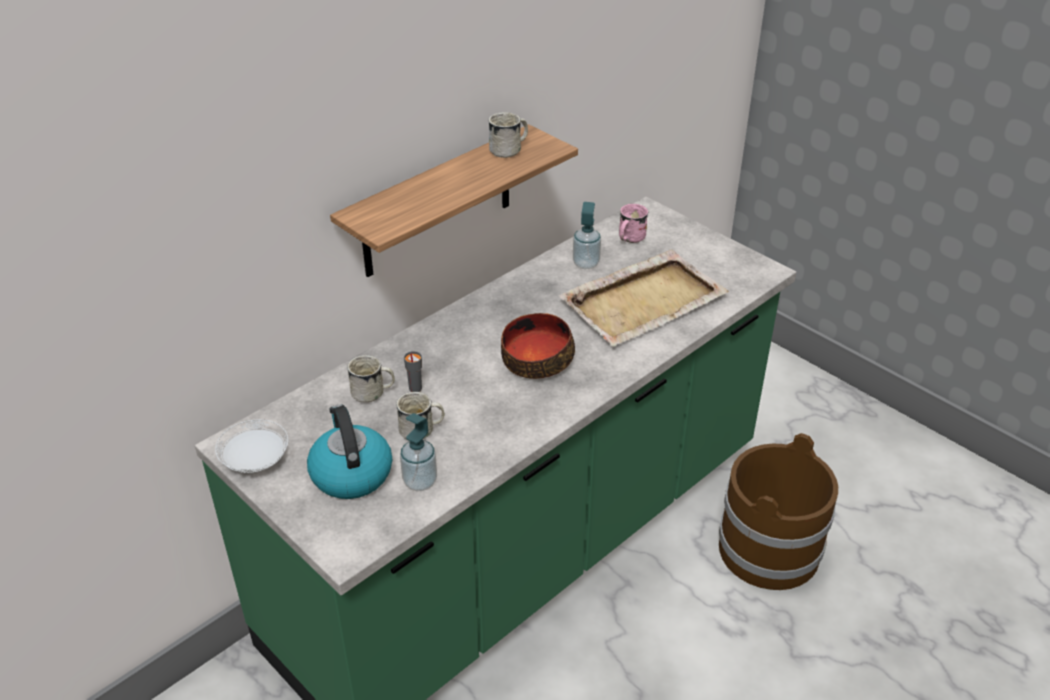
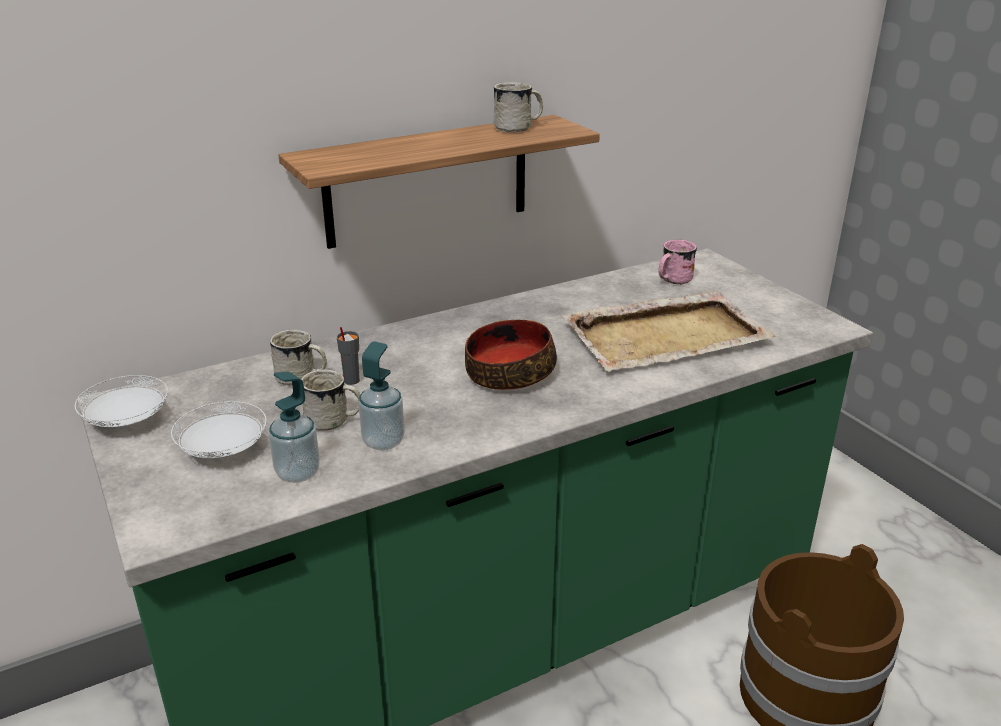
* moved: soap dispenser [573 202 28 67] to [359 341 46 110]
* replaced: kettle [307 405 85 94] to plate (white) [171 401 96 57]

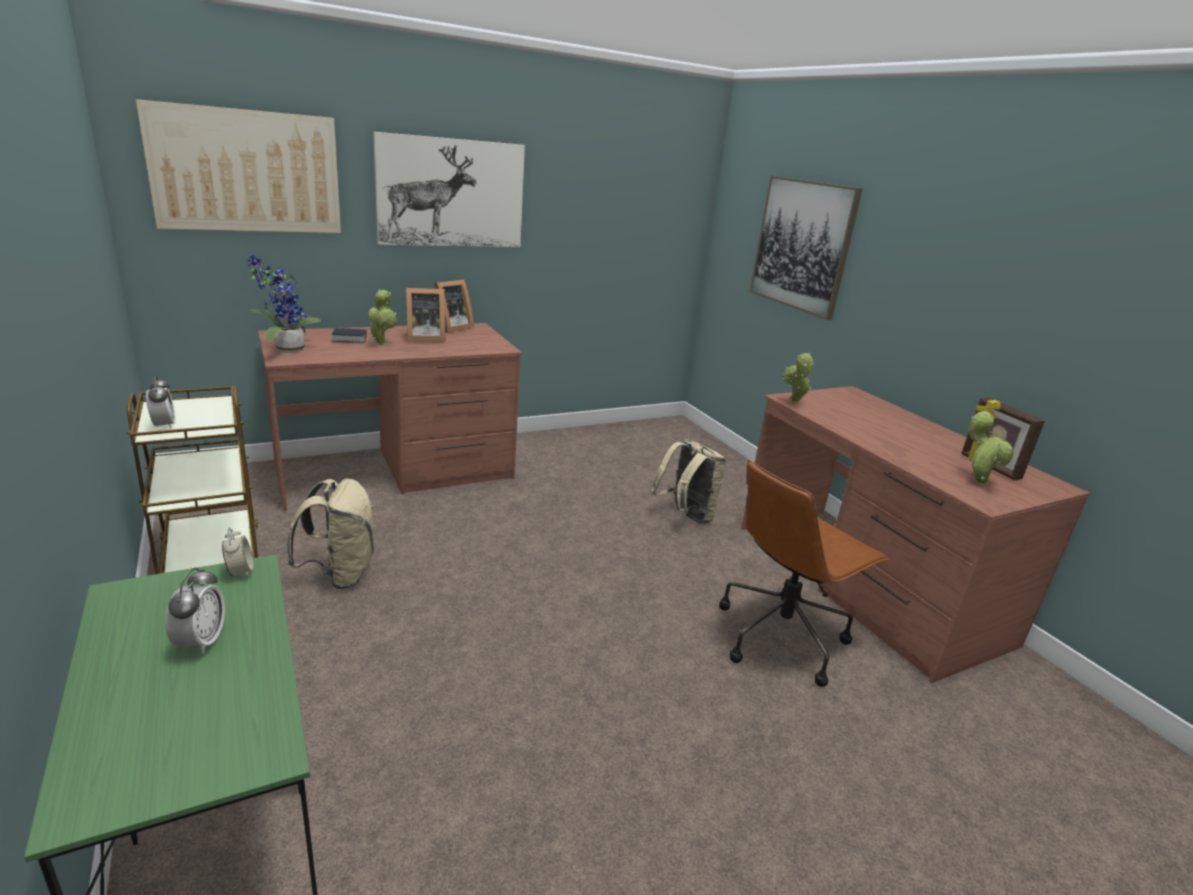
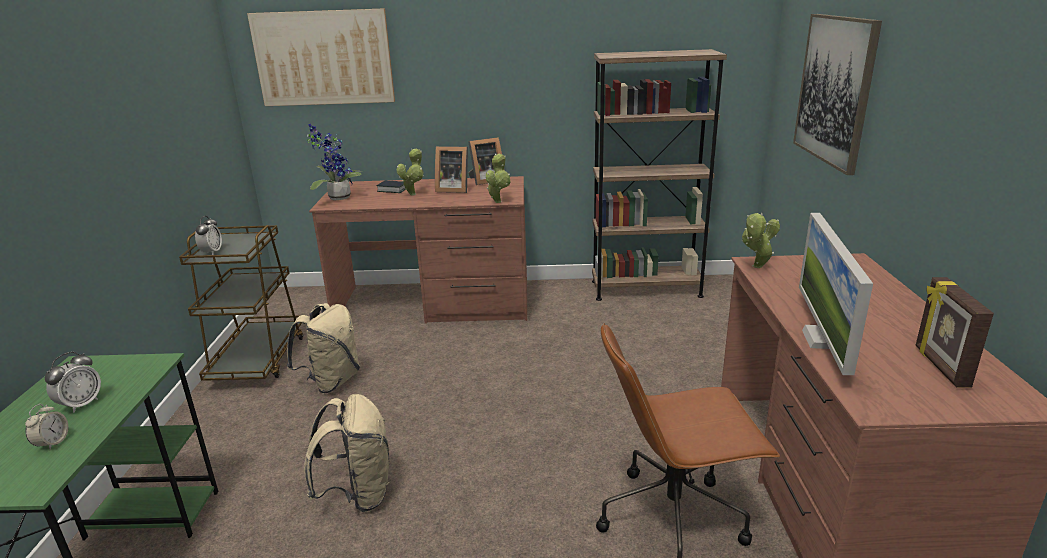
* removed: picture [373 132 152 115]
* moved: potted plant [969 411 44 75] to [486 154 25 49]
* moved: backpack (beige) [651 439 75 85] to [304 394 85 118]
* moved: alarm clock [222 528 32 50] to [25 404 43 46]
* added: bookcase (brown) [592 49 135 252]
* added: monitor [799 213 74 162]

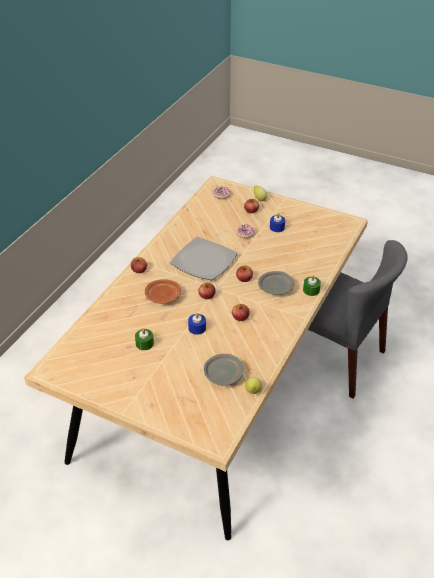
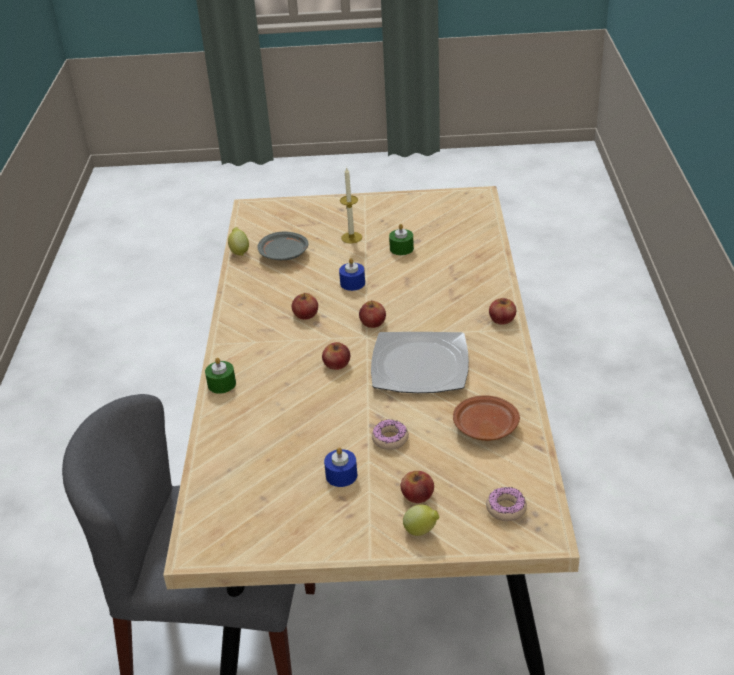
* removed: plate (grey) [258 271 36 24]
* moved: plate (brown) [145 279 36 25] to [453 395 67 46]
* added: candle [340 167 22 76]

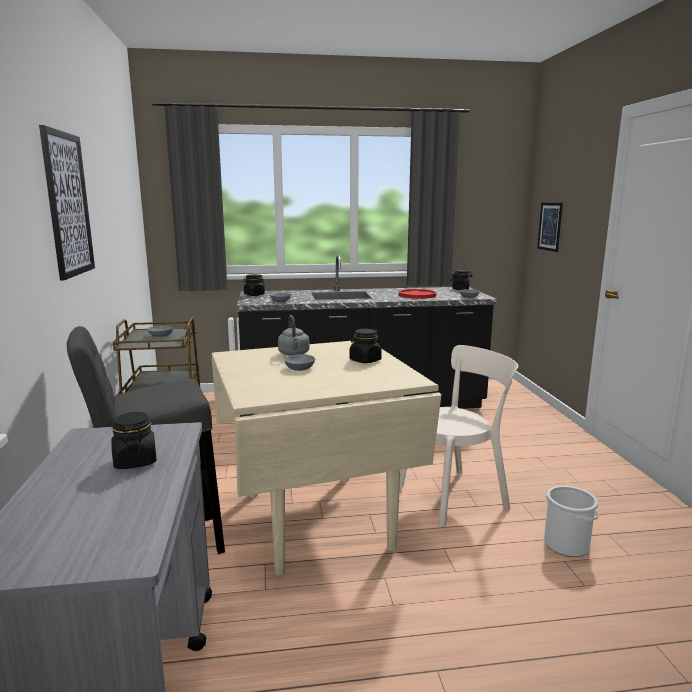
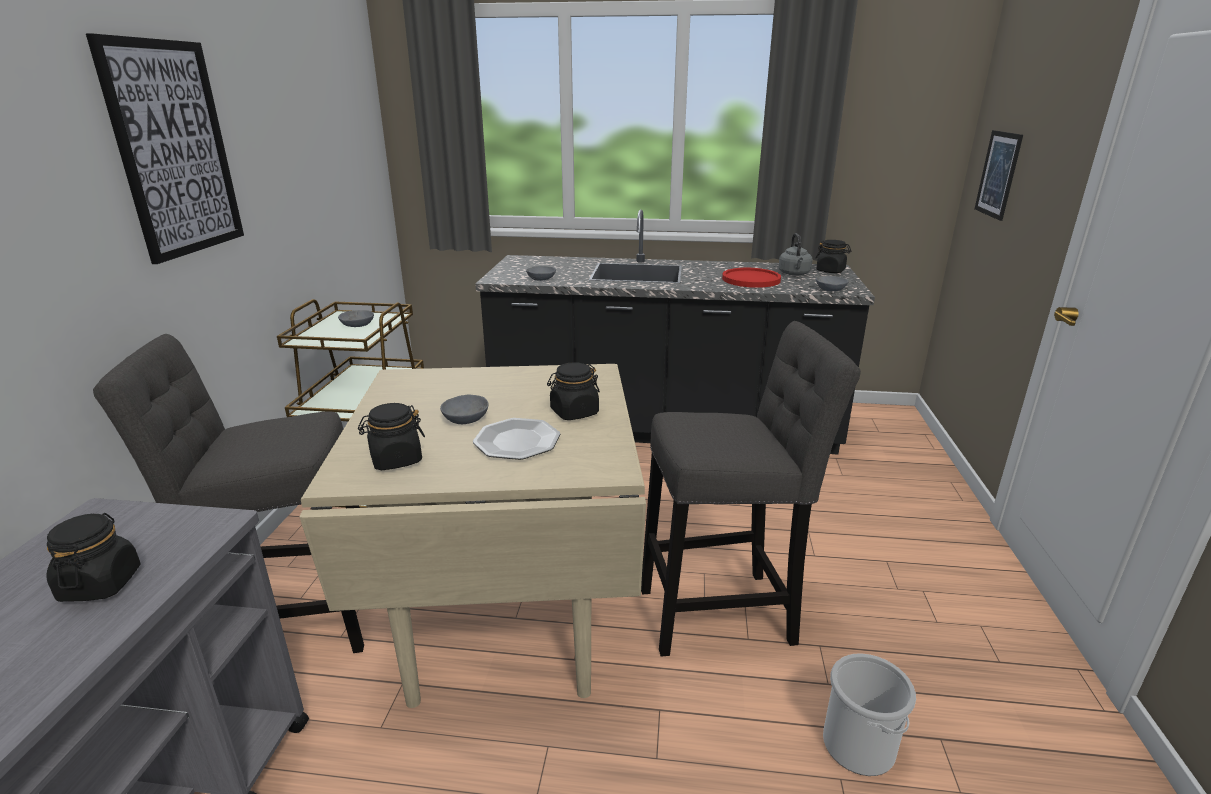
* moved: jar (black) [243 274 22 22] to [358 403 67 67]
* moved: kettle (grey) [278 315 31 41] to [778 233 35 43]
* replaced: chair (beige) [400 345 118 182] to stool (grey) [641 321 220 336]
* added: plate [473 418 87 42]

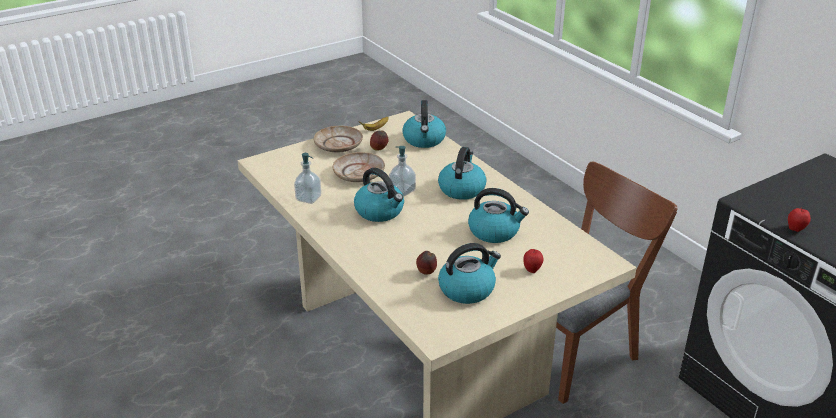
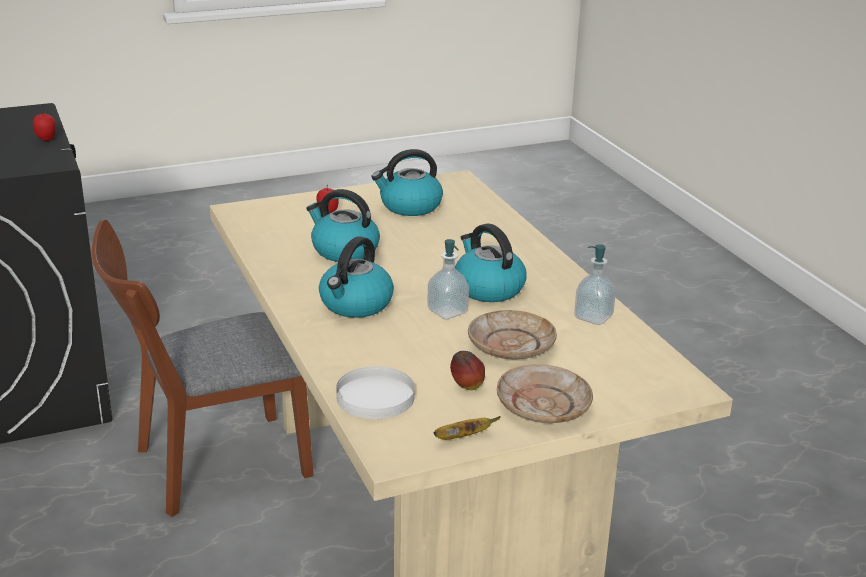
* replaced: kettle [402 100 44 48] to plate (white) [336 366 79 53]
* removed: apple [416 251 21 24]

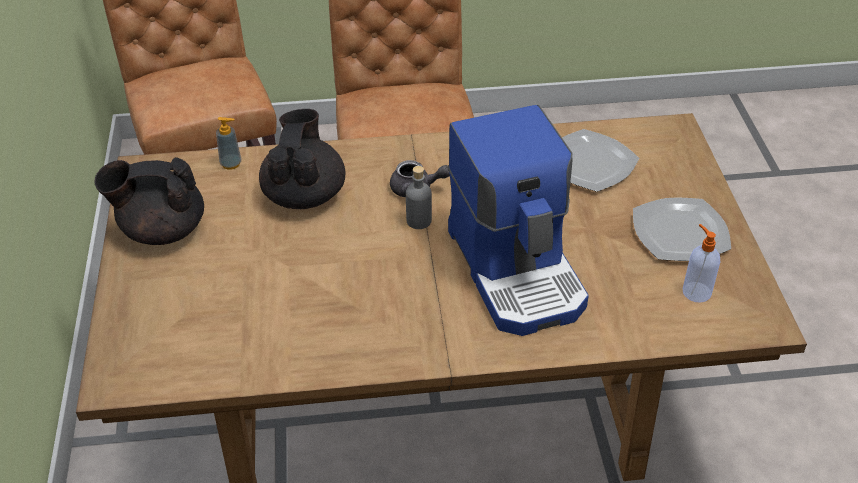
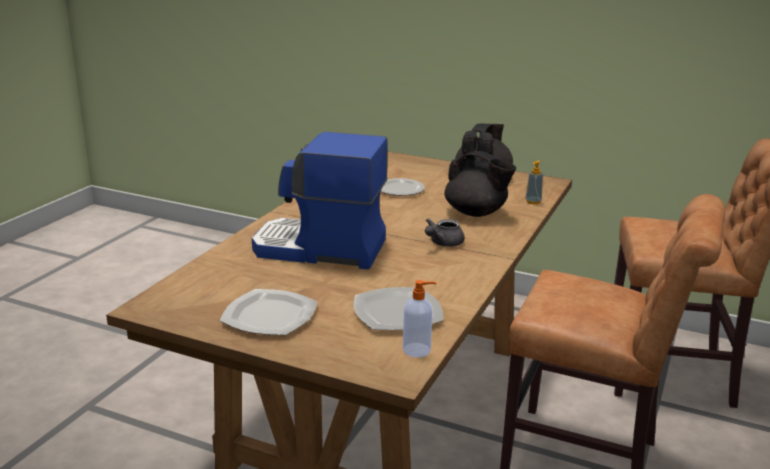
* removed: bottle (grey) [406 166 26 63]
* moved: soap dispenser [683 224 37 79] to [403 280 33 77]
* added: plate [381 178 44 18]

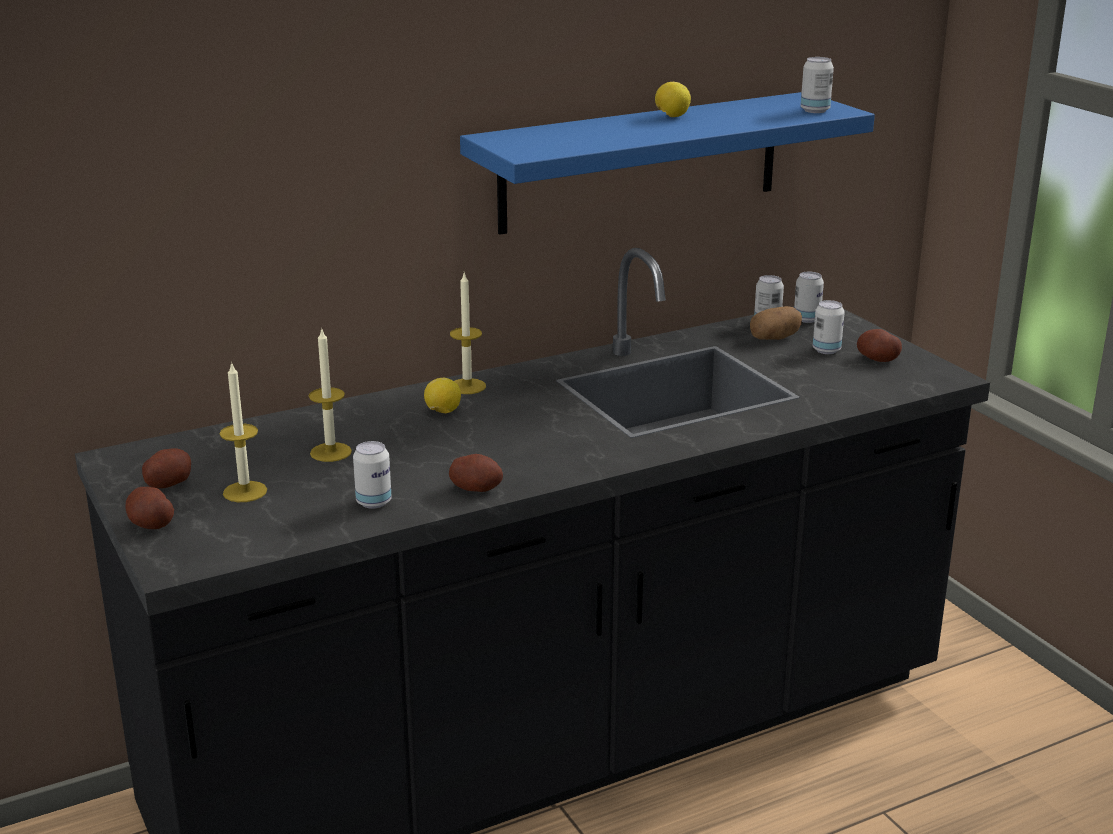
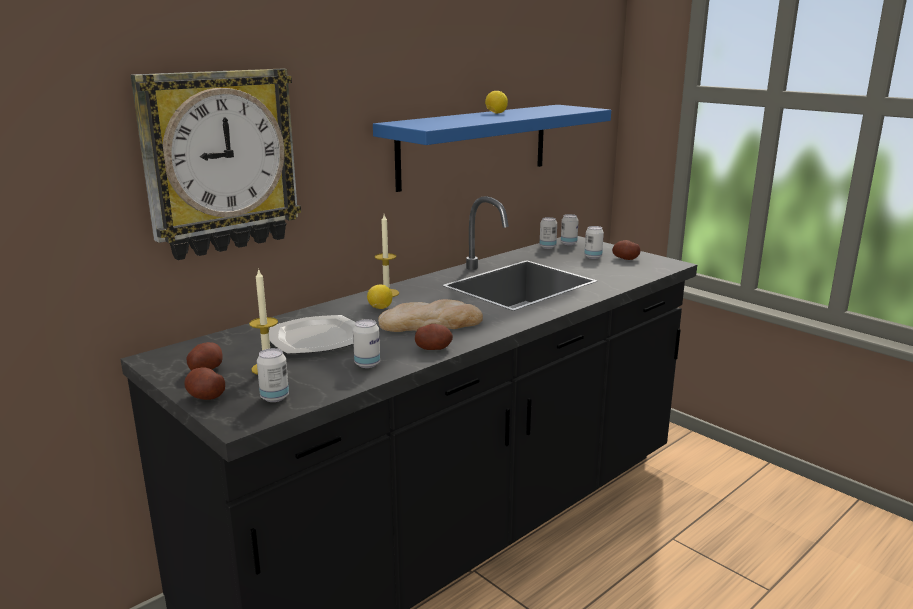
* moved: can [801 57 33 56] to [257 348 32 54]
* removed: potato [750 306 52 34]
* replaced: candle [309 327 43 135] to plate [269 315 86 39]
* added: wall clock [130 69 171 191]
* added: bread [378 299 105 33]

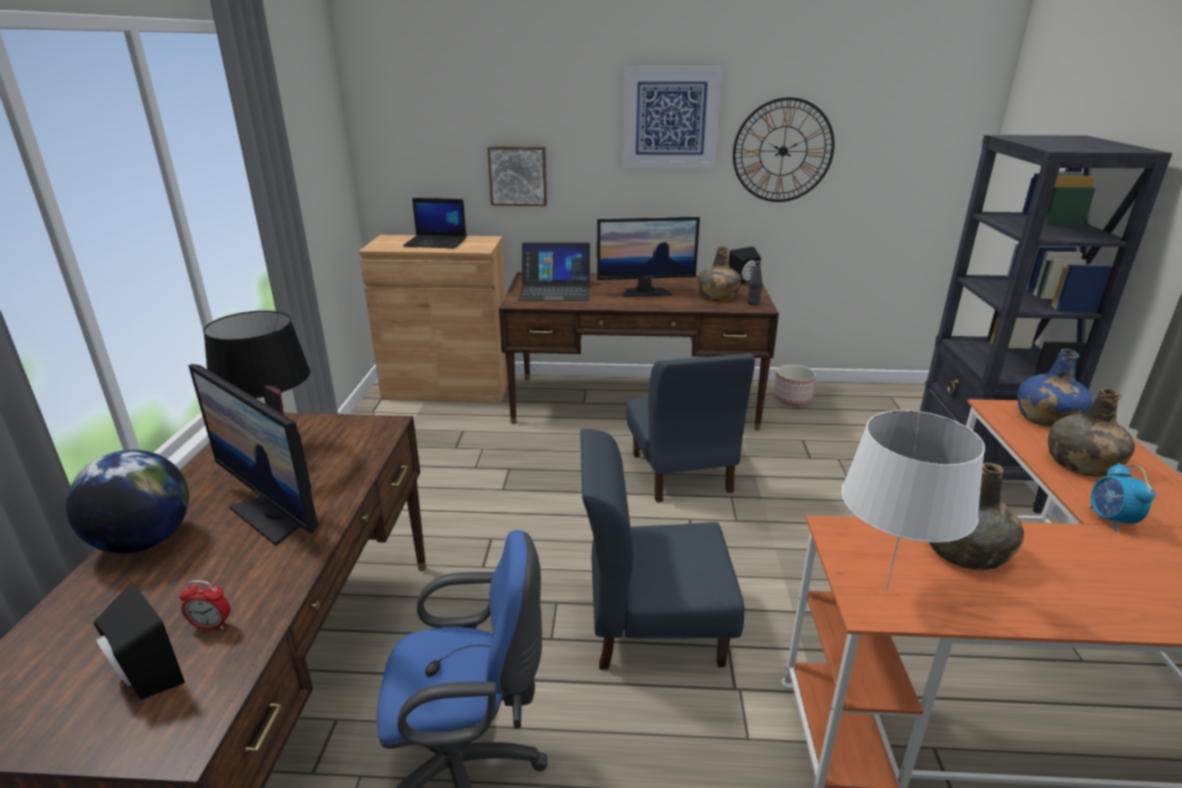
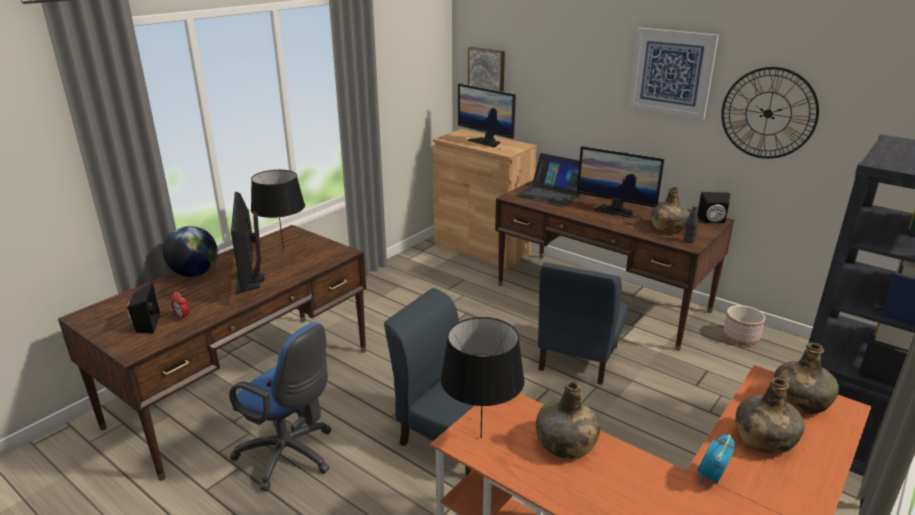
* moved: picture [487 146 60 60] to [468 47 37 45]
* replaced: laptop [403 198 64 50] to monitor [458 84 58 64]
* recoloured: bottle (blue) [1017 349 76 78] to bottle (green) [773 342 66 72]
* recoloured: table lamp (white) [841 410 144 181] to table lamp (black) [440 317 85 121]

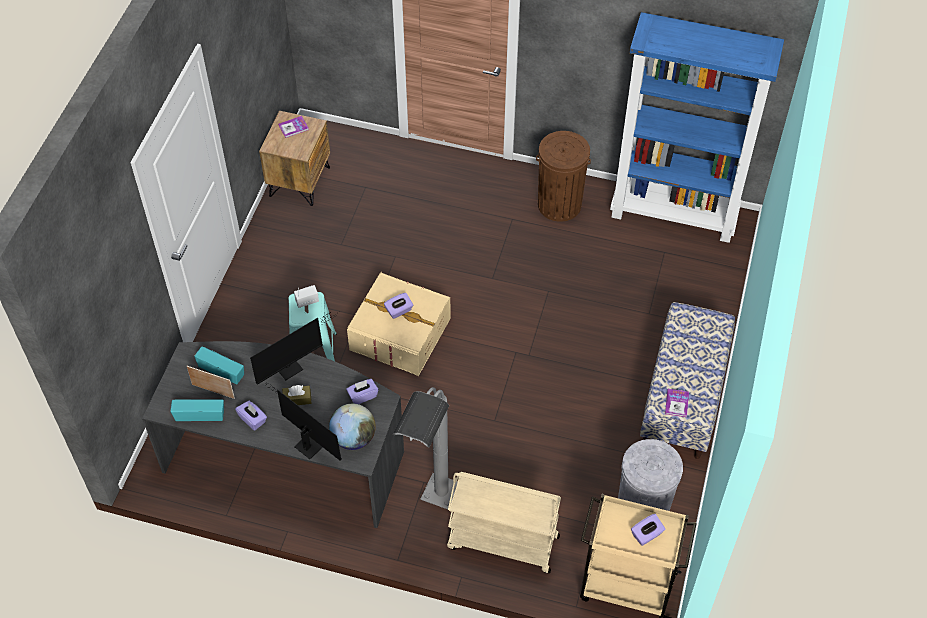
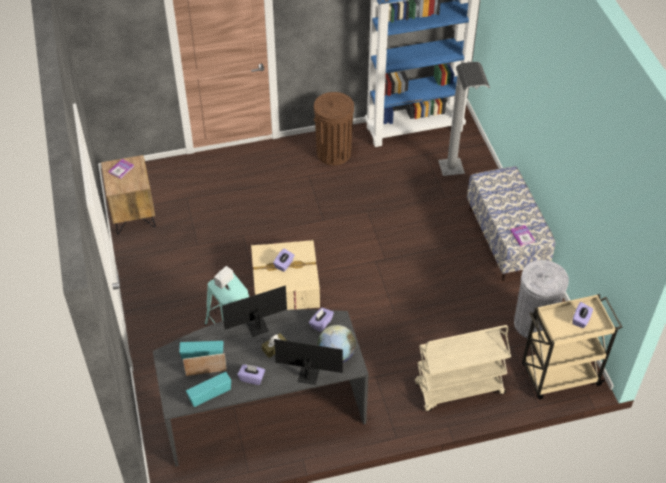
* turned: monitor [250 313 87 72] = [209 285 78 52] 135 degrees counterclockwise
* moved: floor lamp (grey) [392 387 66 122] to [438 61 52 115]

